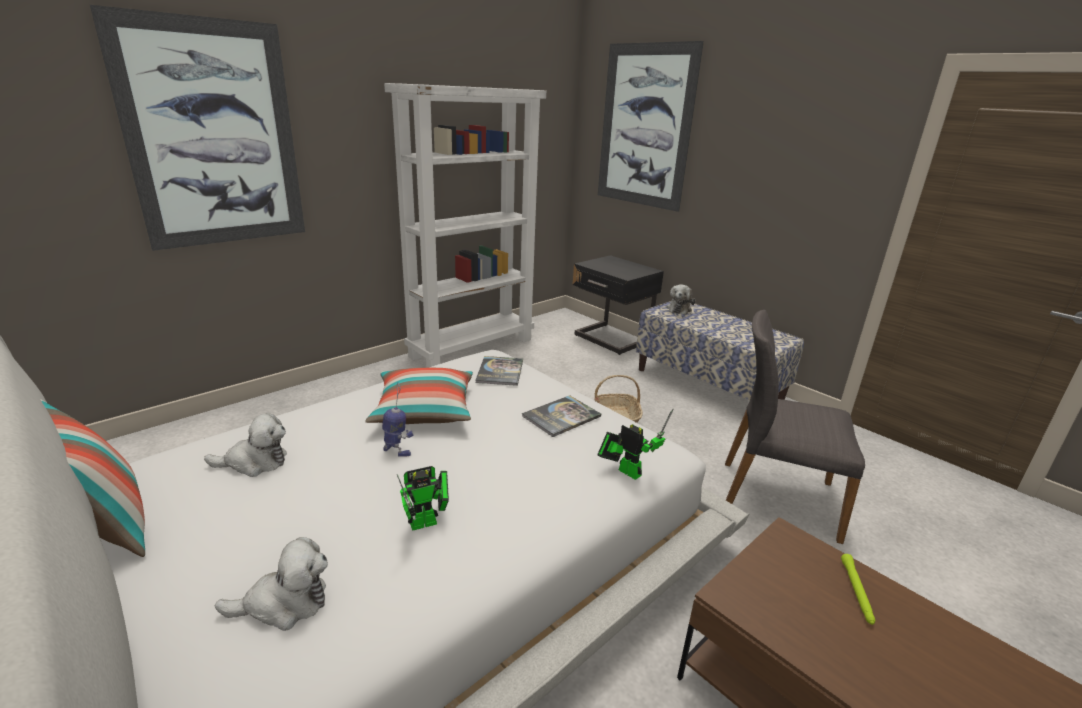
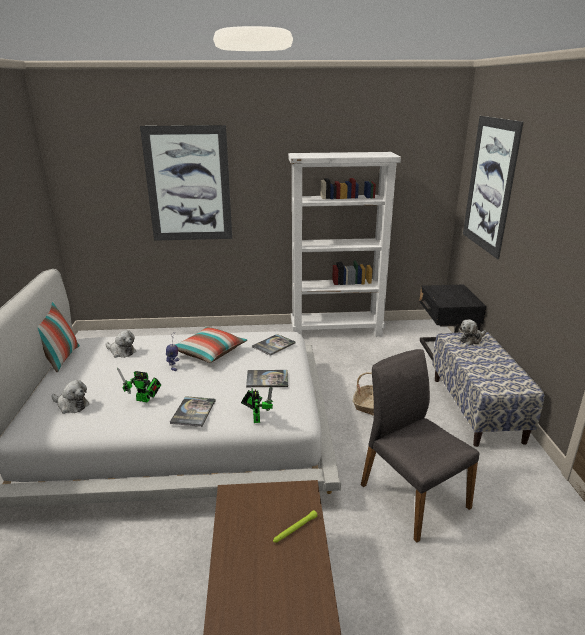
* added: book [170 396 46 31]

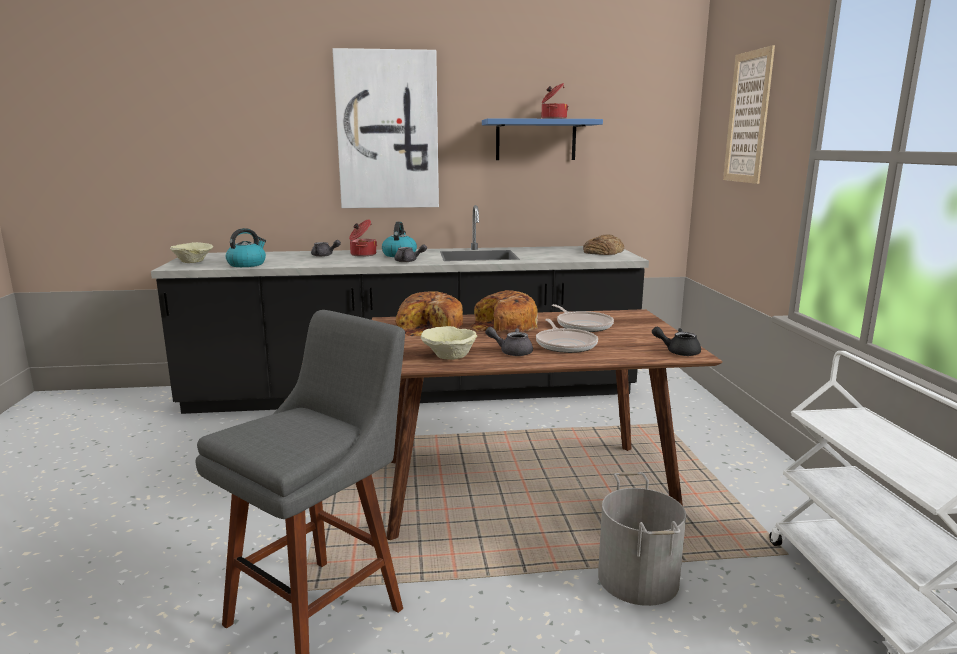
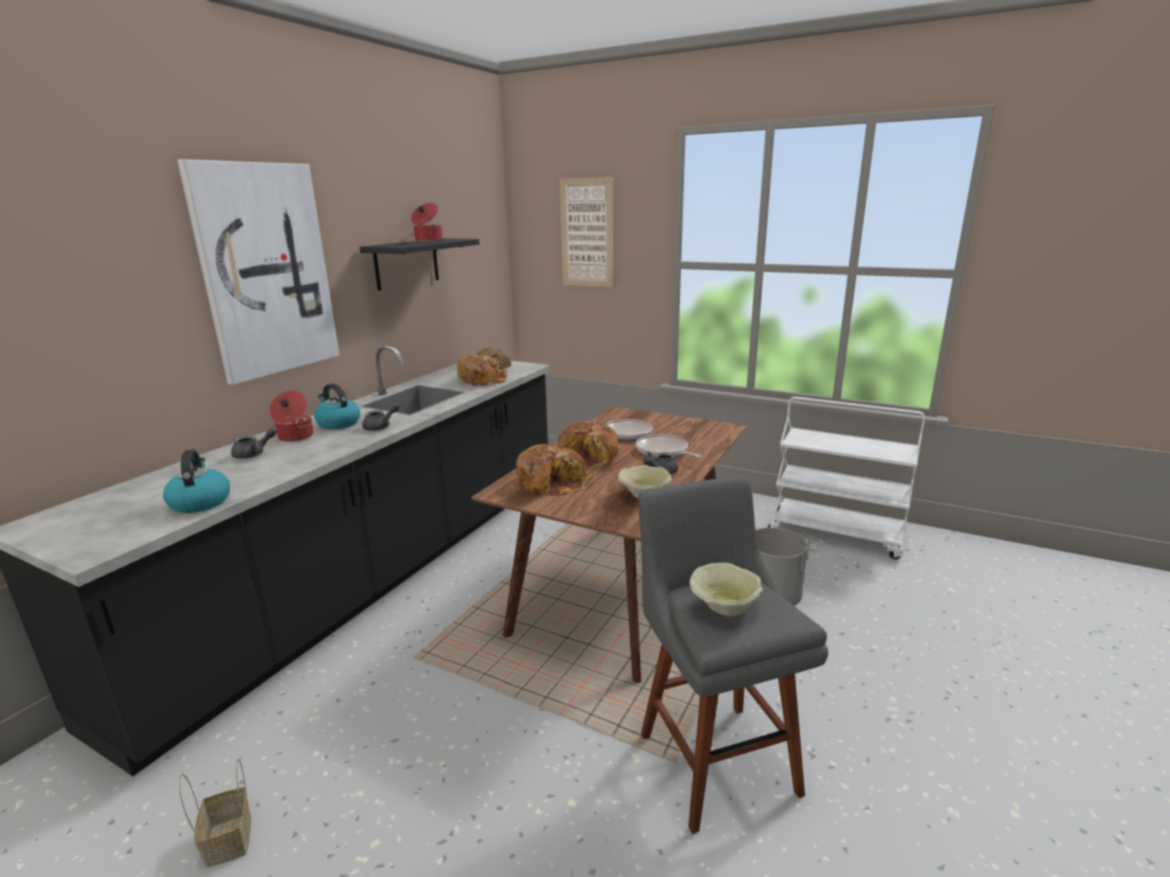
* recoloured: shelf (blue) [482 118 121 42] to shelf (black) [359 238 120 53]
* moved: bowl (beige) [170 242 43 21] to [690 563 73 53]
* turned: frying pan [536 319 62 34] = [636 434 66 24] 150 degrees counterclockwise
* removed: teapot (black) [652 327 49 29]
* added: bread [457 355 51 31]
* added: basket [179 759 72 108]

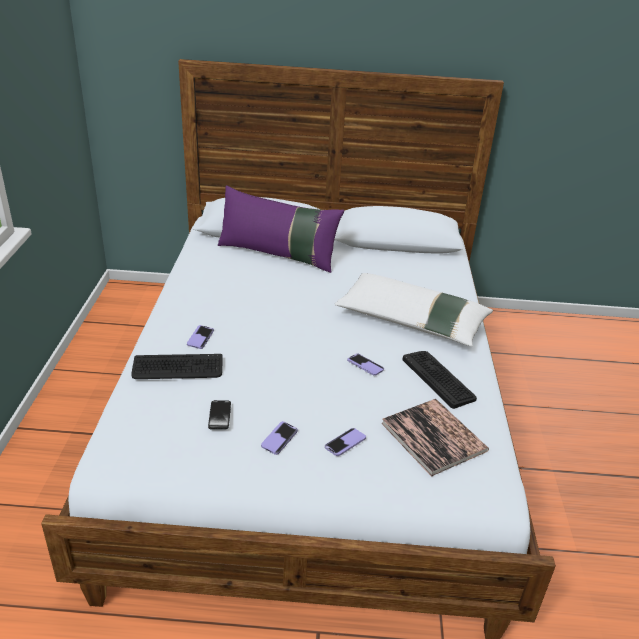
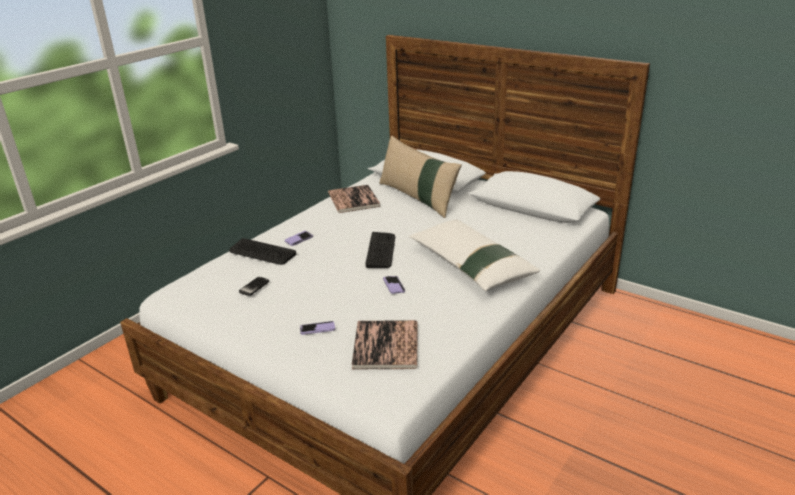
* recoloured: pillow (purple) [218 185 126 88] to pillow (beige) [380 136 82 82]
* moved: keyboard [403 351 74 58] to [366 232 29 36]
* removed: phone [261 421 37 34]
* added: book [328 185 52 28]

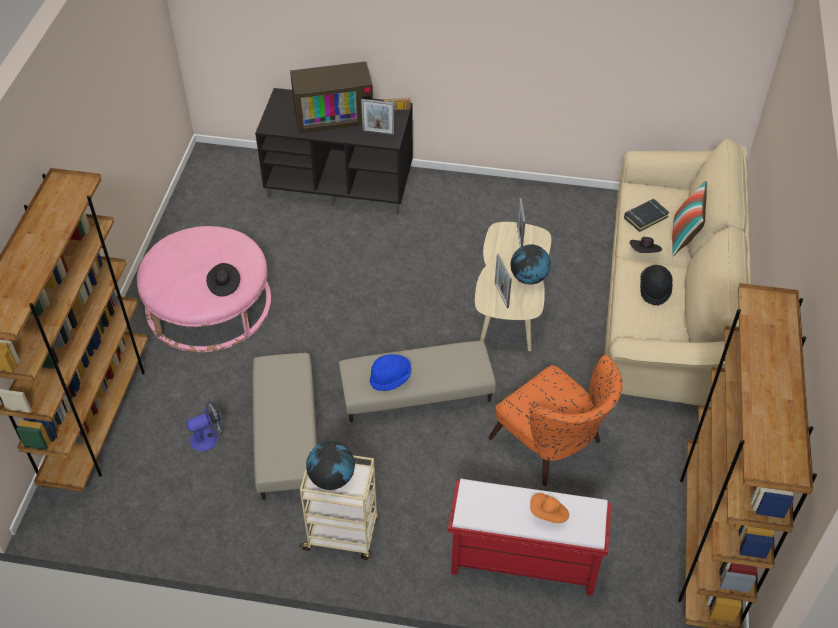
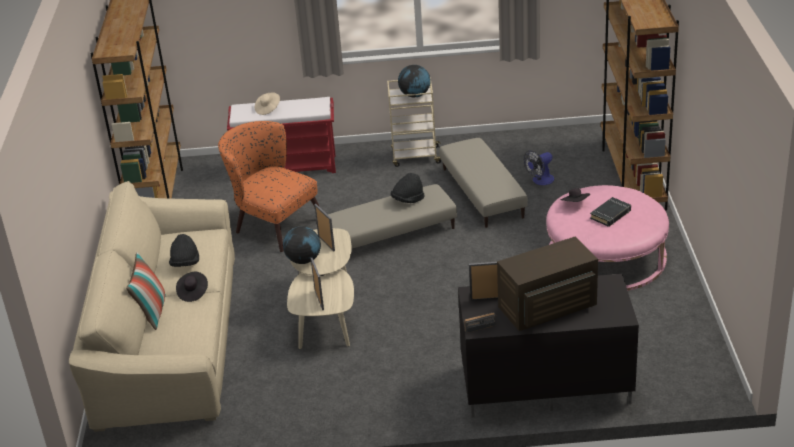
* moved: book (black) [624 199 46 33] to [590 197 41 30]
* recoloured: hat (blue) [370 354 41 37] to hat (black) [391 173 34 30]
* recoloured: hat (orange) [530 493 39 30] to hat (beige) [255 93 25 22]

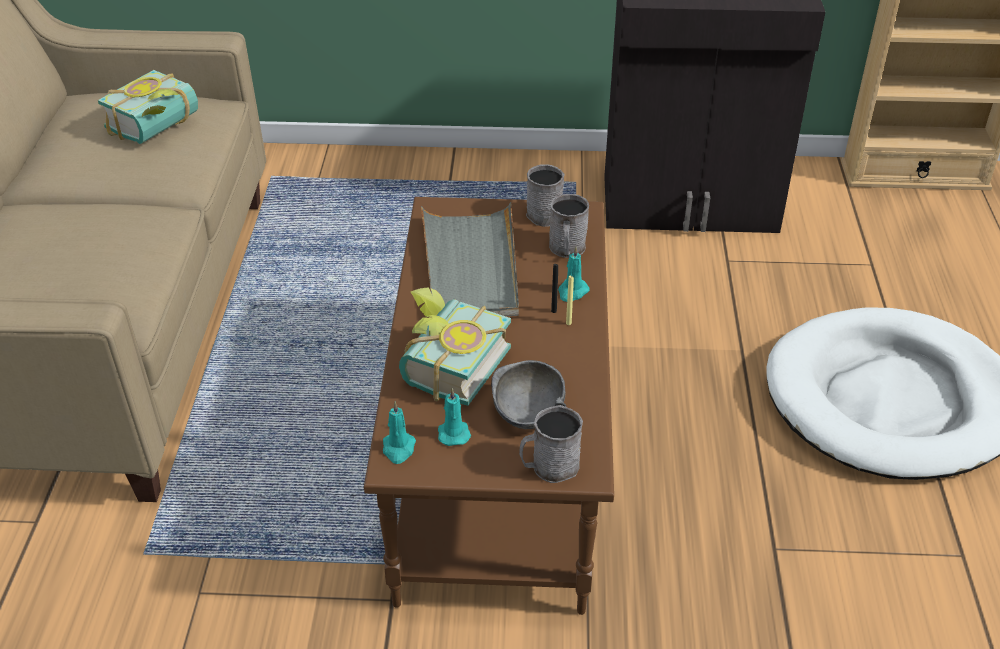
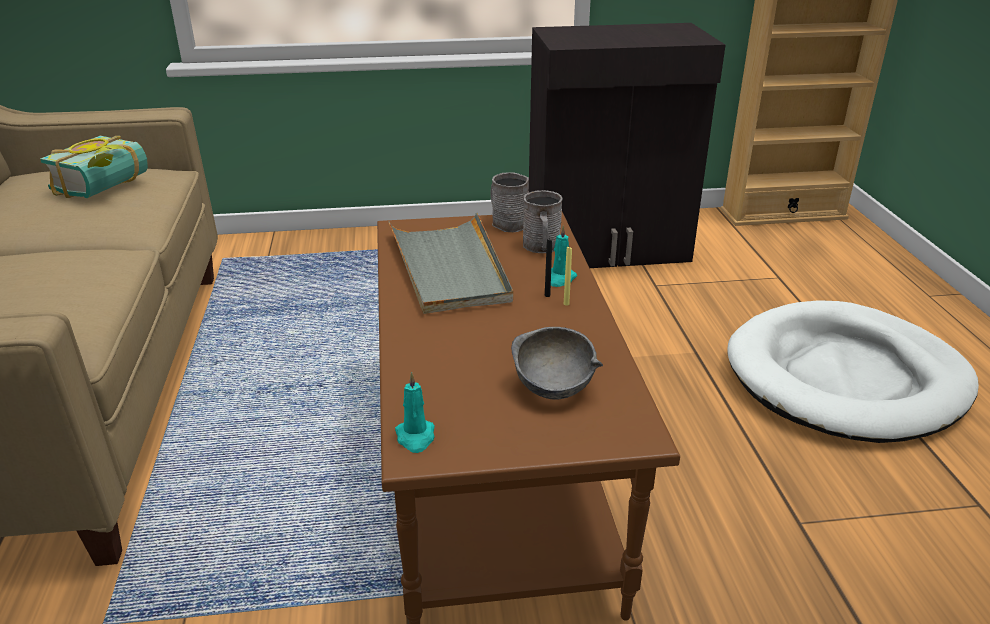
* removed: book [399 287 112 119]
* removed: candle (turquoise) [438 388 33 58]
* removed: mug (grey) [519 405 64 78]

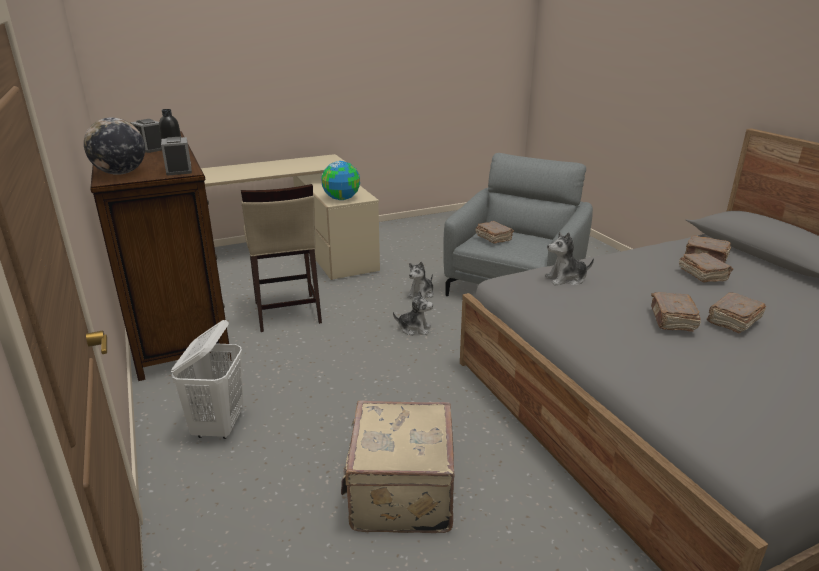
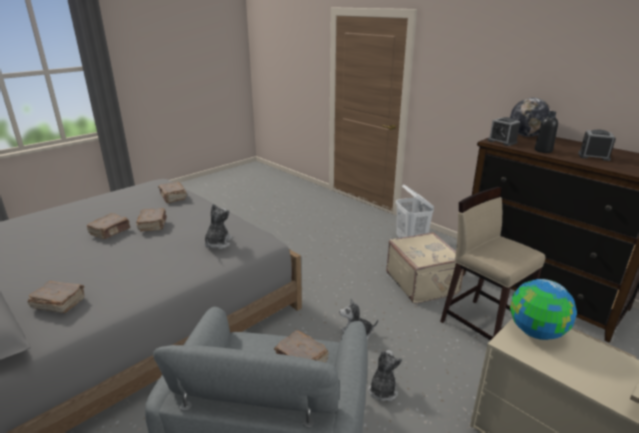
* turned: plush toy [545 232 49 53] = [204 204 28 45] 45 degrees counterclockwise
* moved: book (brown) [679 252 54 30] to [158 182 29 21]
* moved: suitcase (beige) [341 401 114 132] to [386 232 78 72]

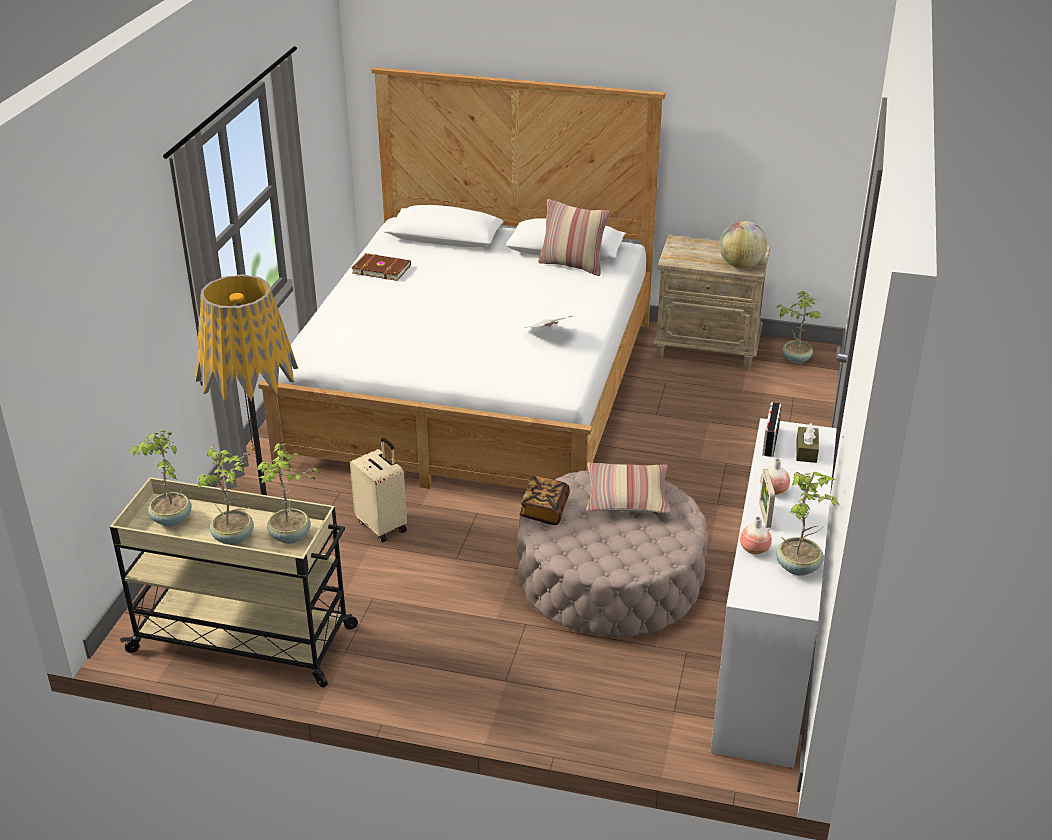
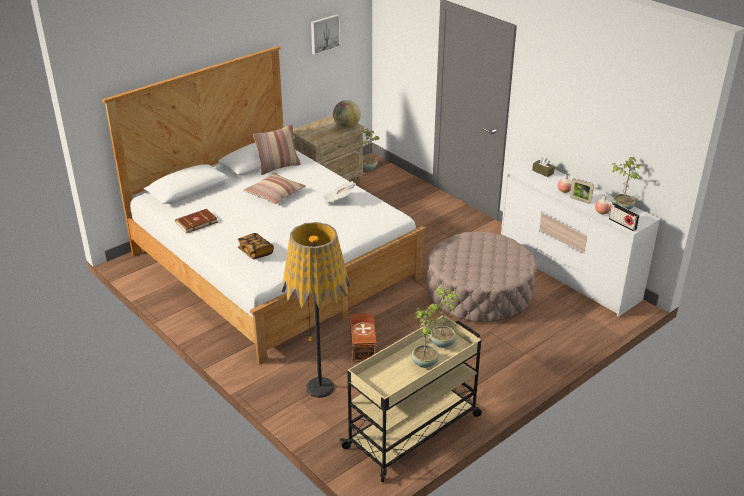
* moved: radio [762 402 20 55] to [609 203 31 28]
* removed: potted plant [129 429 62 98]
* replaced: suitcase (beige) [350 438 57 104] to storage box (brown) [350 313 26 49]
* moved: pillow [586 462 85 52] to [244 173 62 32]
* moved: book [519 476 51 49] to [238 233 36 26]
* added: picture [311 14 29 41]

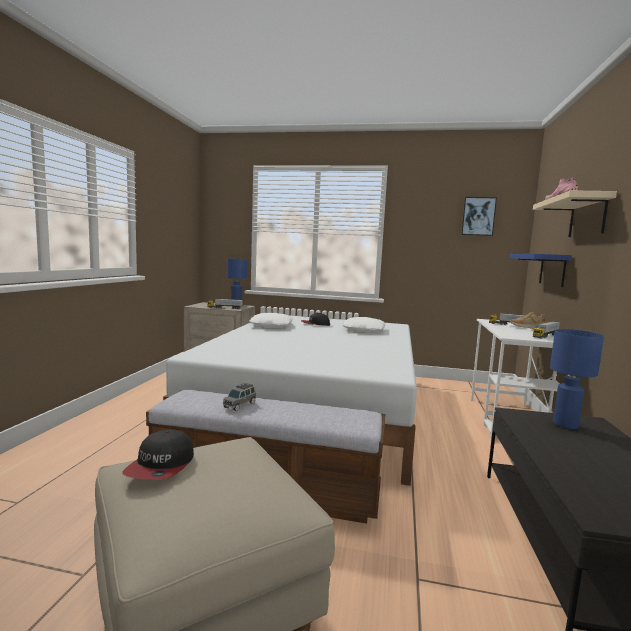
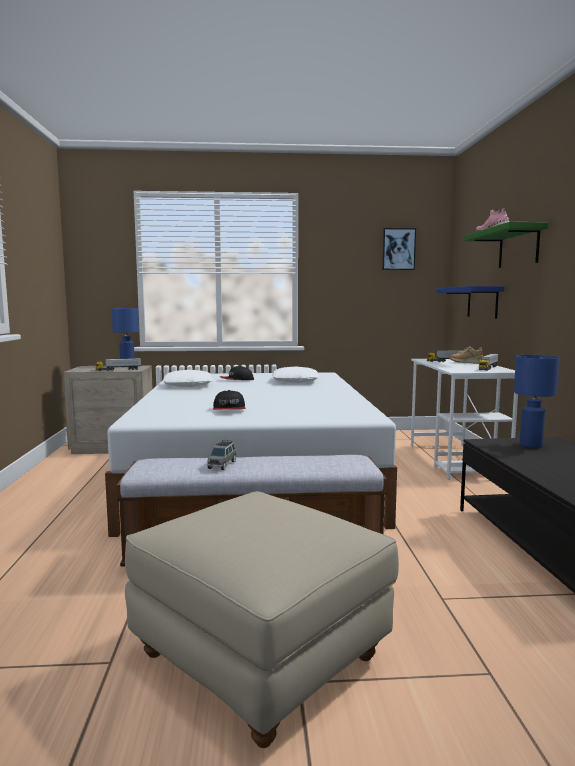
* recoloured: shelf (beige) [533 190 84 47] to shelf (green) [463 222 85 46]
* moved: cap [122 430 72 50] to [213 390 32 20]

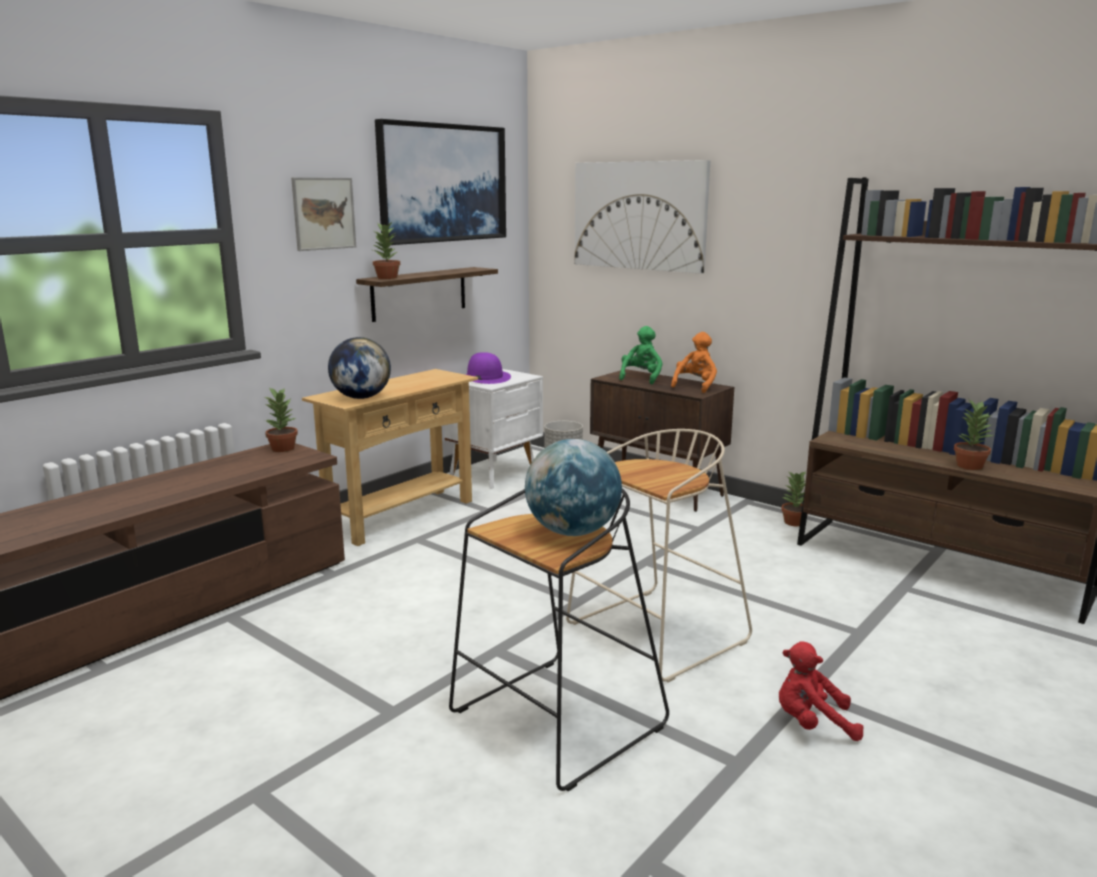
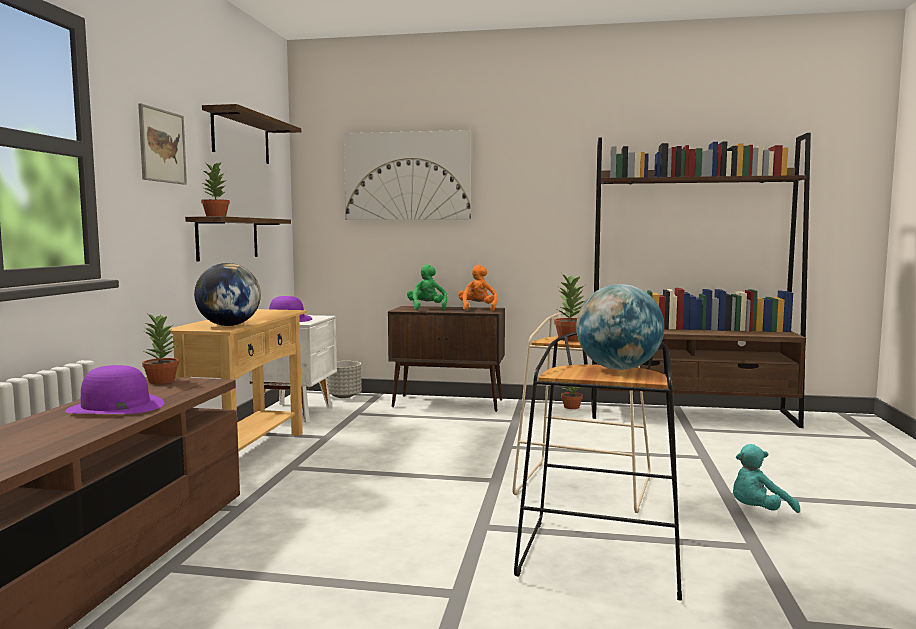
* replaced: picture [375 119 131 126] to shelf [202 104 99 60]
* moved: potted plant [954 398 40 72] to [554 274 31 67]
* recoloured: plush toy (red) [779 641 85 100] to plush toy (turquoise) [733 444 67 69]
* added: hat (purple) [65 365 99 49]

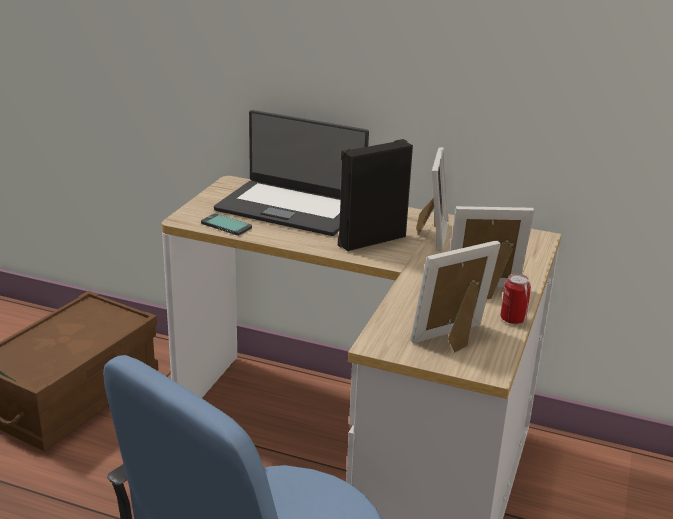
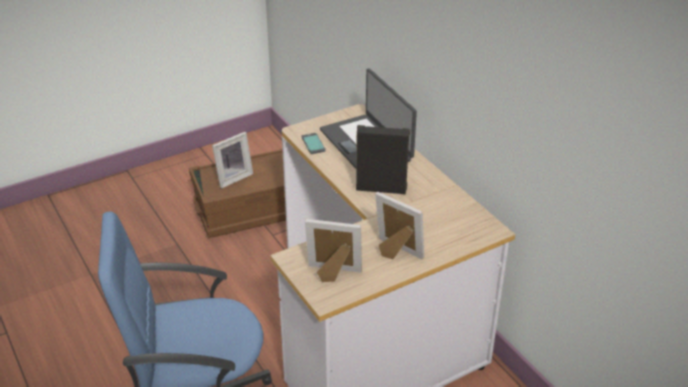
* moved: picture frame [416 147 33 103] to [212 132 41 56]
* removed: can [501 274 30 50]

